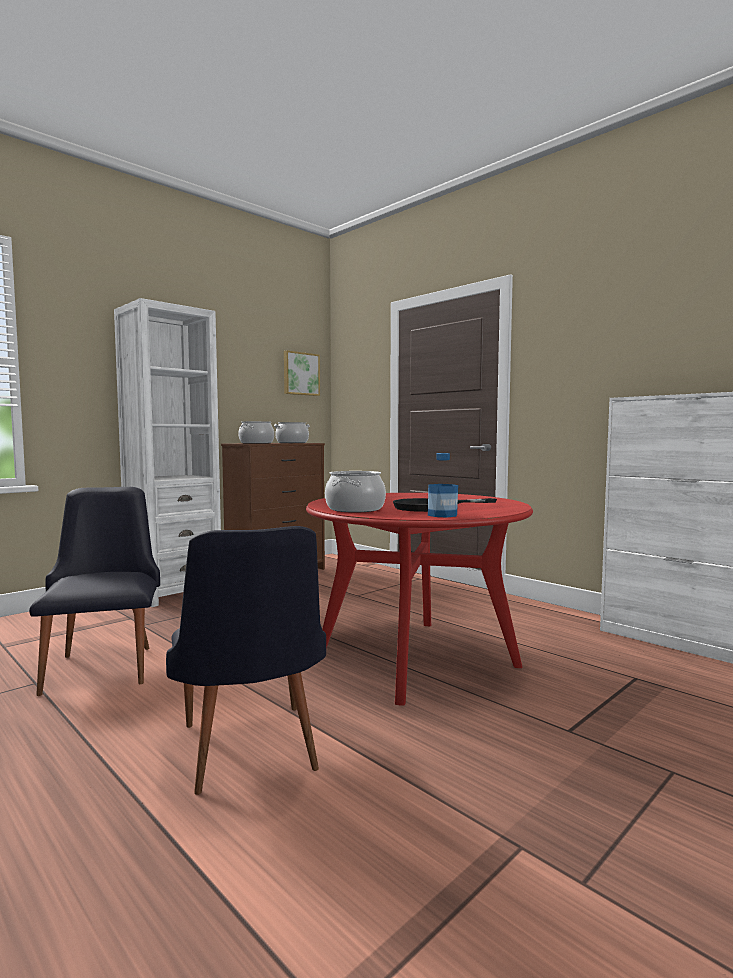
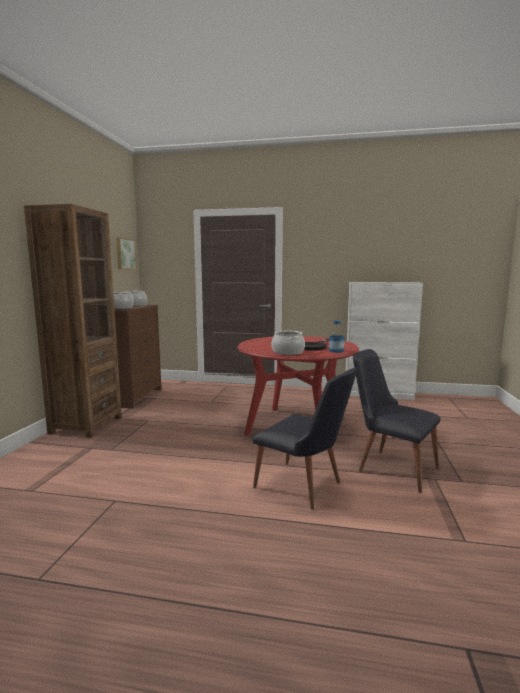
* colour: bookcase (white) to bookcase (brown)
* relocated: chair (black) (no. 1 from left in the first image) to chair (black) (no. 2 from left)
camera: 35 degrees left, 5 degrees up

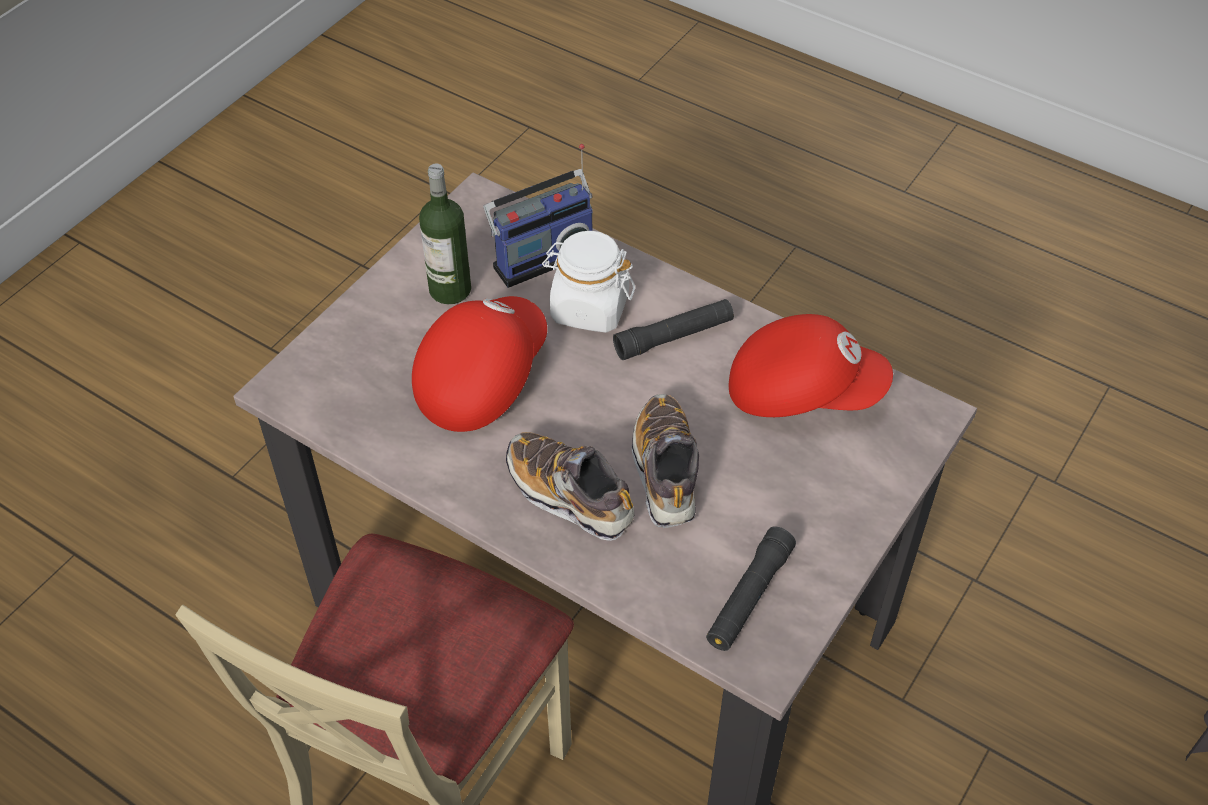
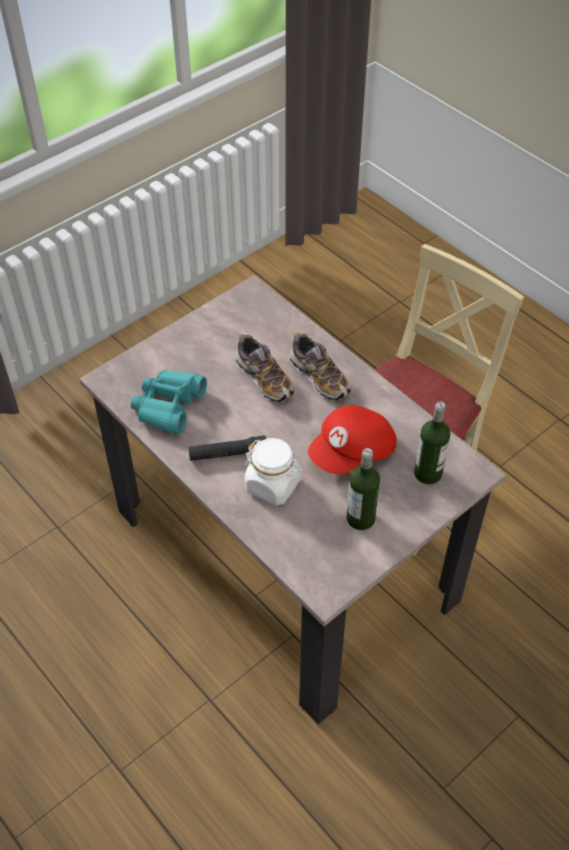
* exchanged: cap (red) (no. 2 from left) to binoculars (turquoise)
* spun: shoe (no. 2 from left in the first image) 45 degrees counterclockwise
* appeared: bottle (no. 2 from left)
* missing: radio
* missing: flashlight (black) (no. 2 from left)
camera: 165 degrees left, 0 degrees up

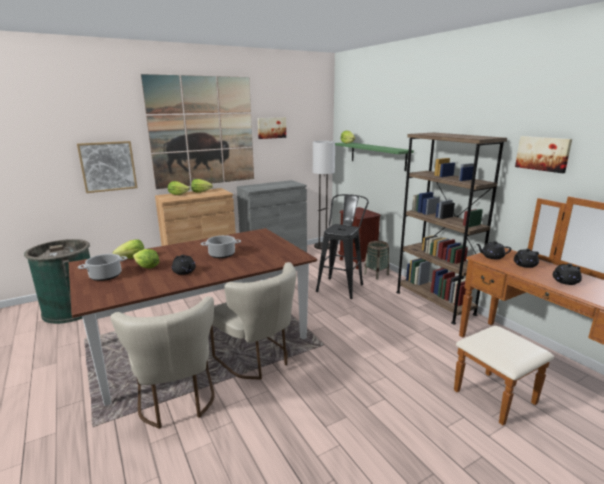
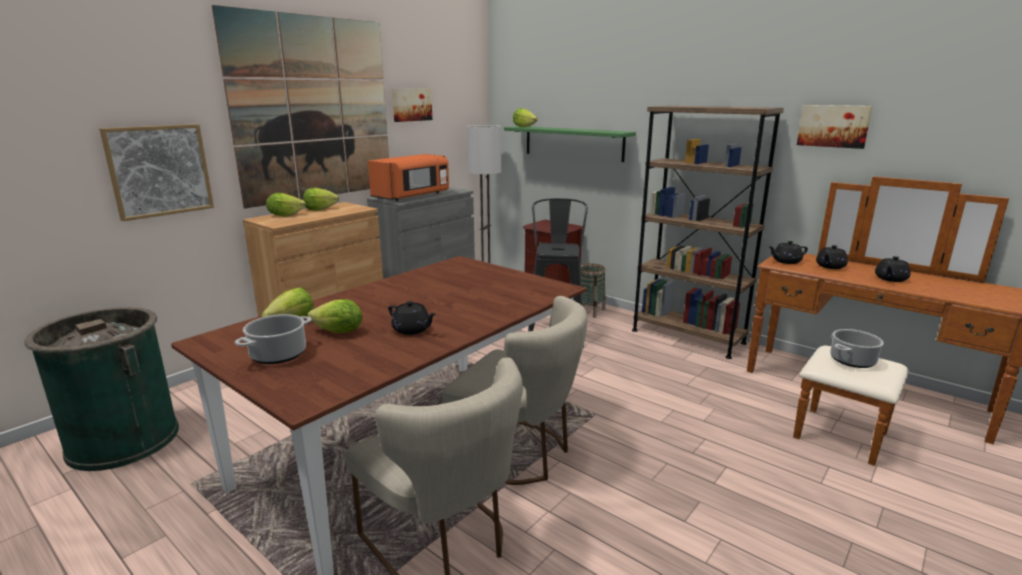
* appeared: microwave (orange)
* relocated: cooking pot (no. 2 from left)
camera: 20 degrees left, 0 degrees up

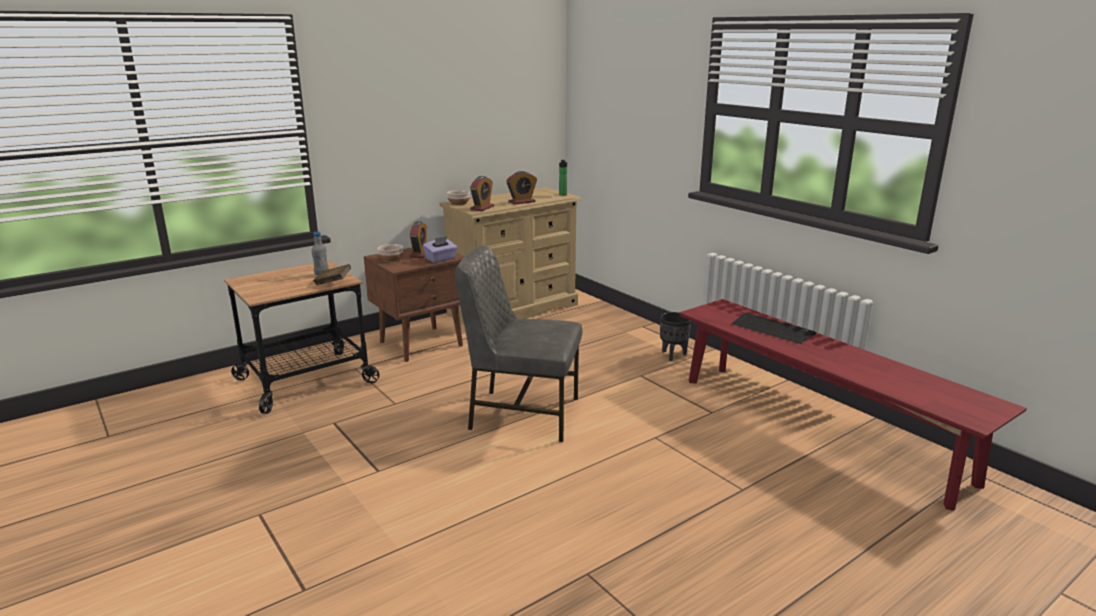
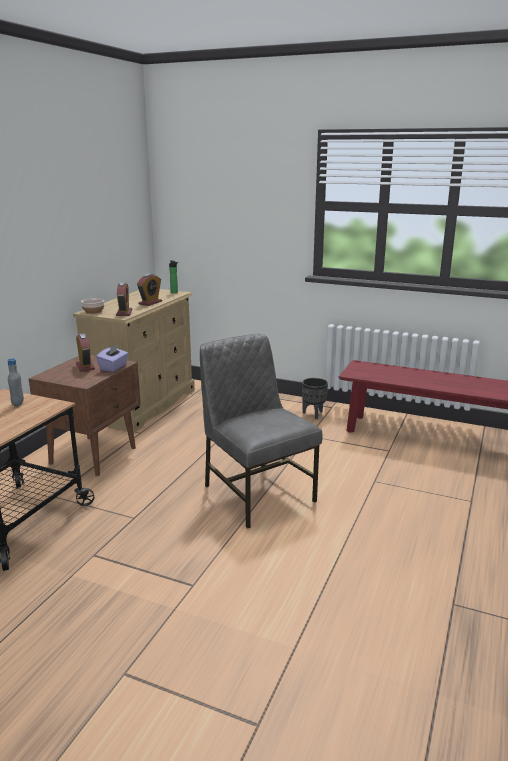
* spun: chair (grey) 75 degrees clockwise
* missing: book (brown)
* missing: bowl (no. 1 from left)
* missing: keyboard
camera: 30 degrees left, 0 degrees up

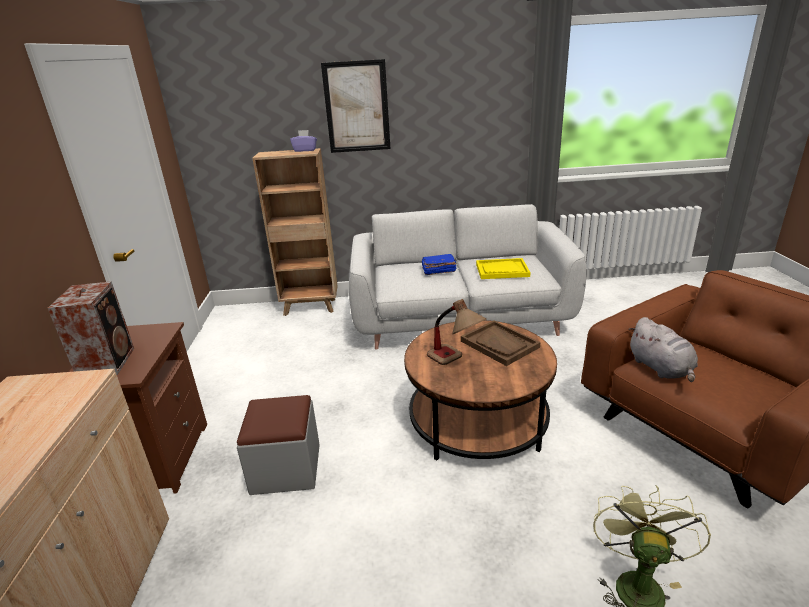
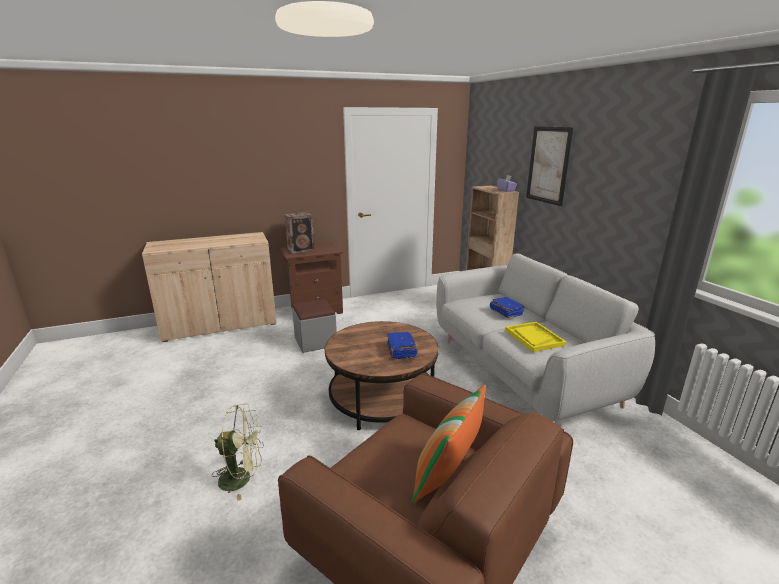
* exchanged: tray (brown) to book (blue) (no. 1 from left)
* appeared: pillow
* missing: table lamp
* missing: plush toy (grey)
camera: 70 degrees right, 5 degrees down

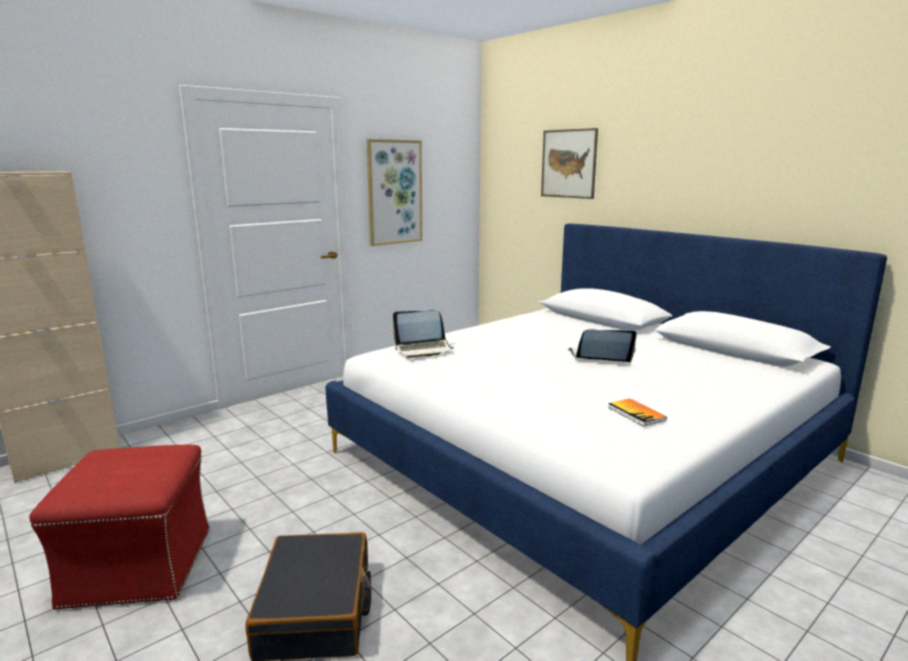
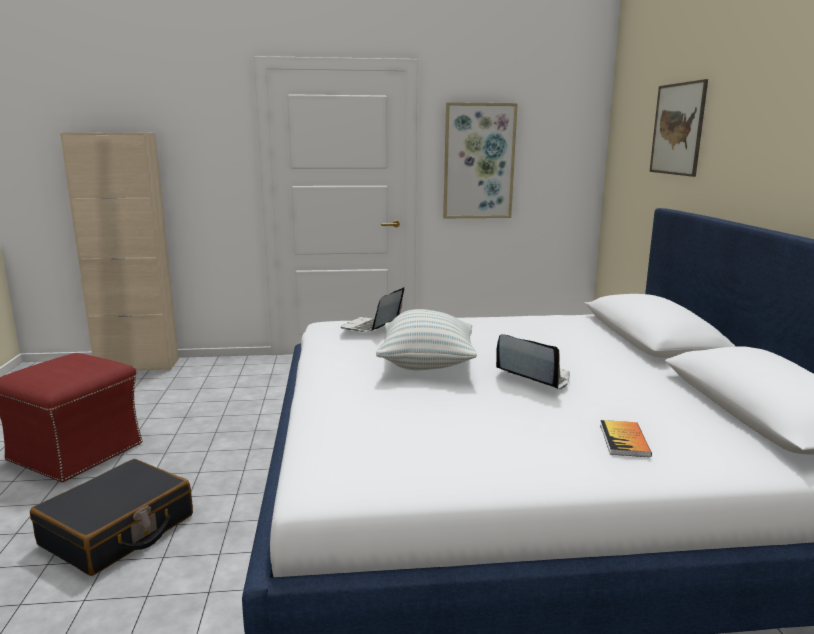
* spun: laptop (no. 1 from left) 90 degrees clockwise
* appeared: pillow
* relocated: book
camera: 35 degrees right, 0 degrees up

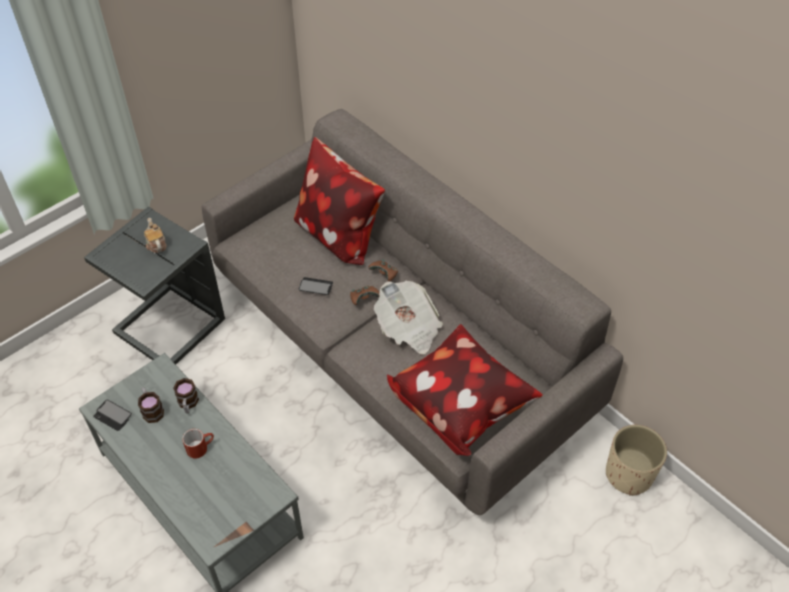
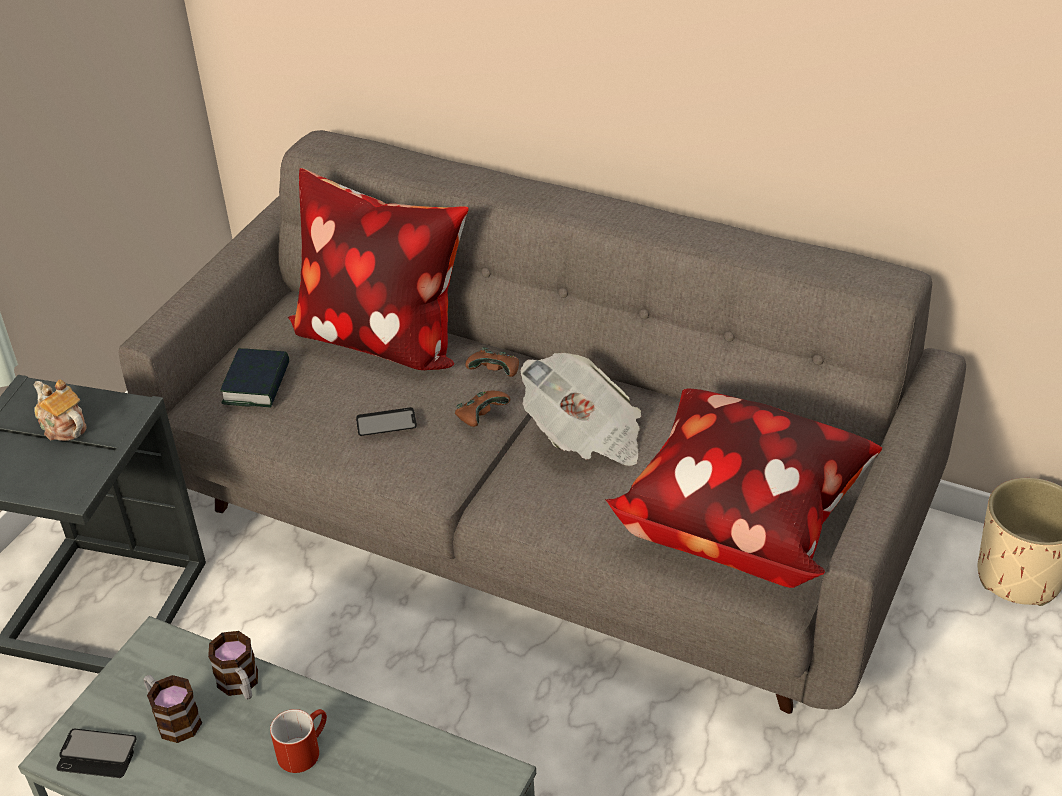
* appeared: book
camera: 20 degrees left, 10 degrees down

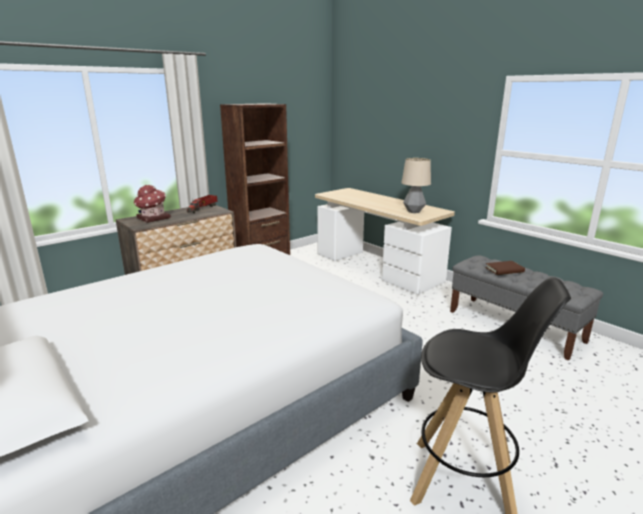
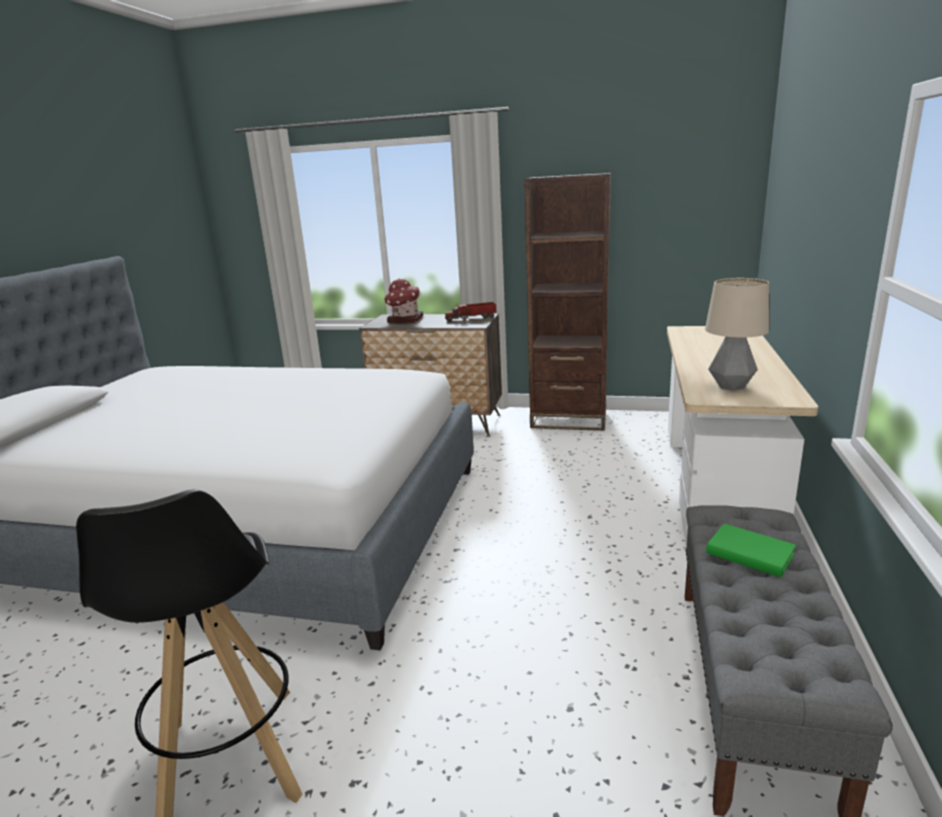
* colour: book (brown) to book (green)
camera: 55 degrees right, 0 degrees up

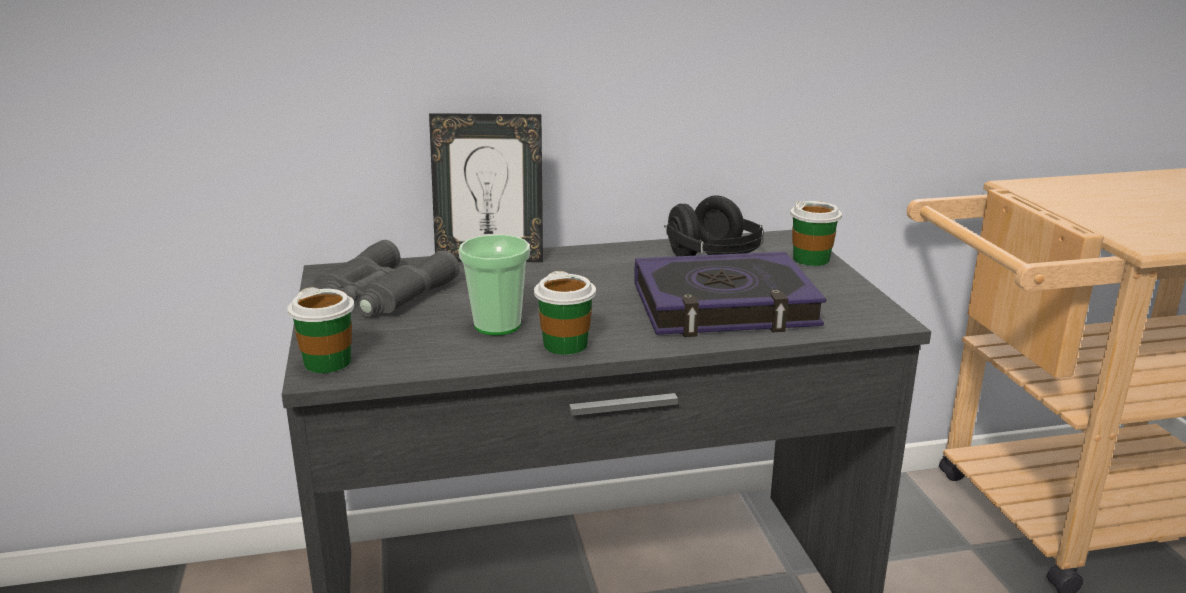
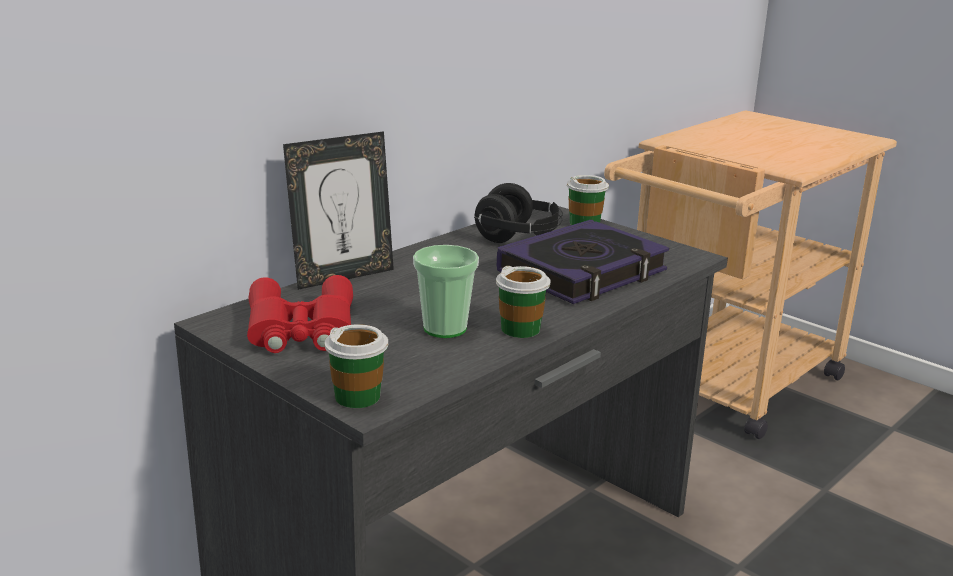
* colour: binoculars (grey) to binoculars (red)
camera: 35 degrees left, 0 degrees up

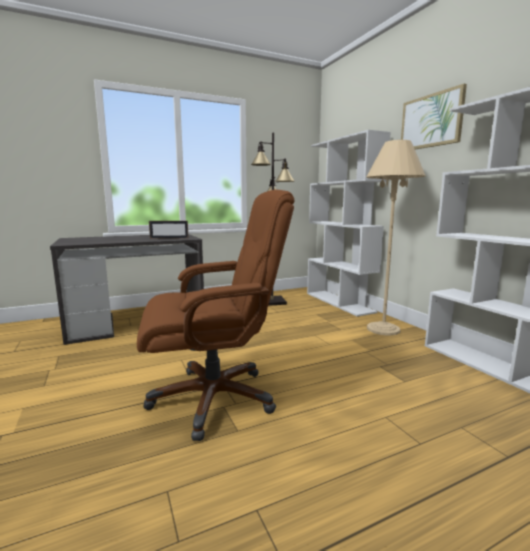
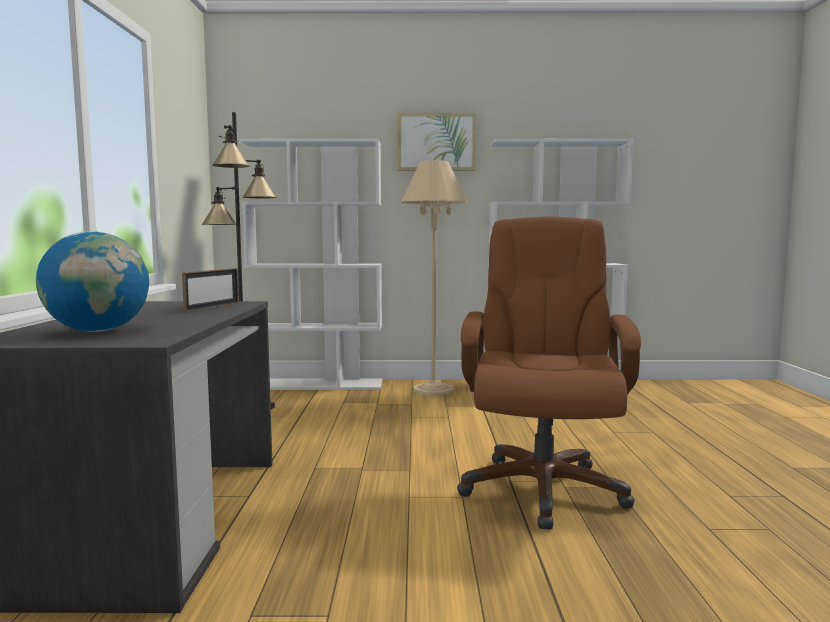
* appeared: globe
camera: 65 degrees left, 5 degrees down

